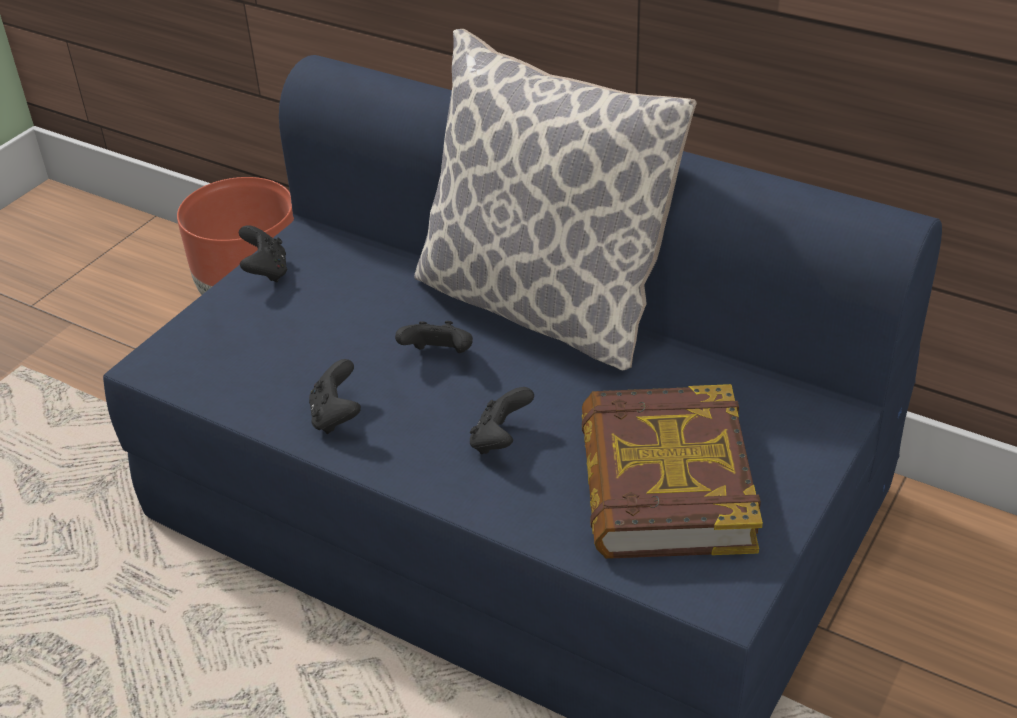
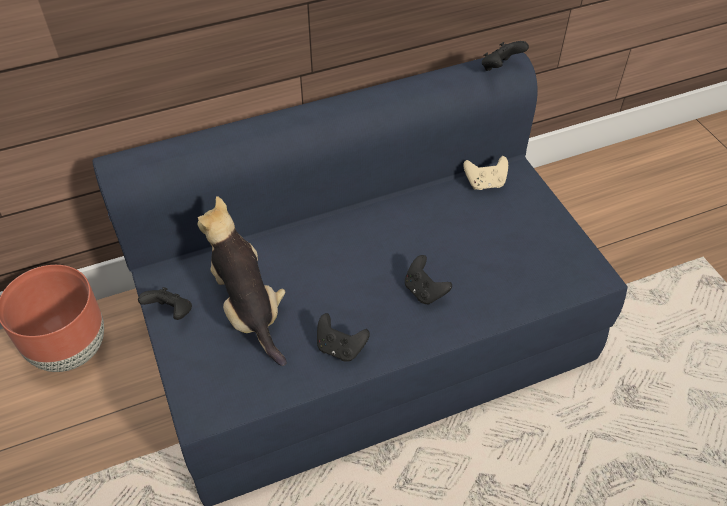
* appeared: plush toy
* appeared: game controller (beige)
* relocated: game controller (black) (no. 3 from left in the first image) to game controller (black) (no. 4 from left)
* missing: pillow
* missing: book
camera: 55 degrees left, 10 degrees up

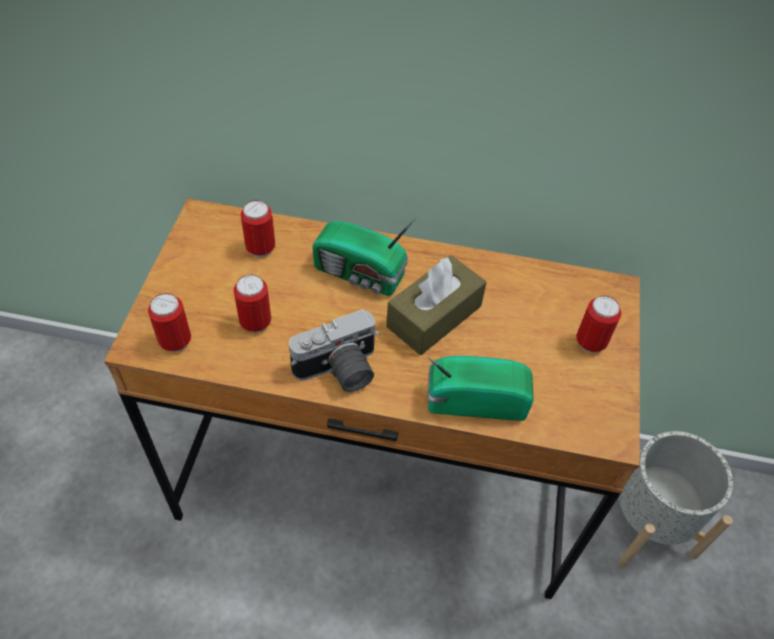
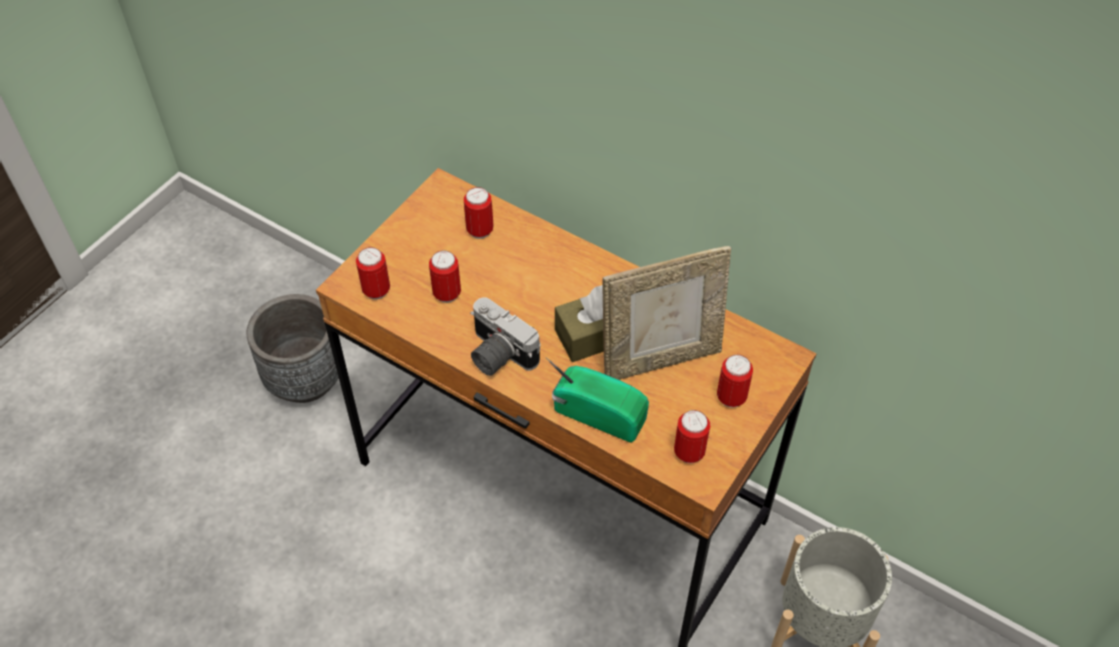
* appeared: planter (grey) (no. 1 from left)
* spun: photo camera 45 degrees clockwise
* appeared: picture frame
* appeared: can (no. 4 from left)
* missing: radio (no. 1 from left)
camera: 25 degrees right, 0 degrees up

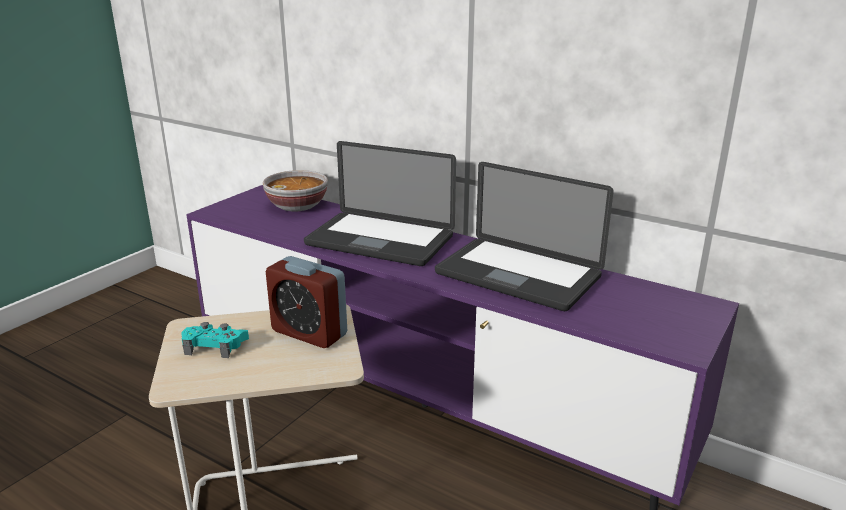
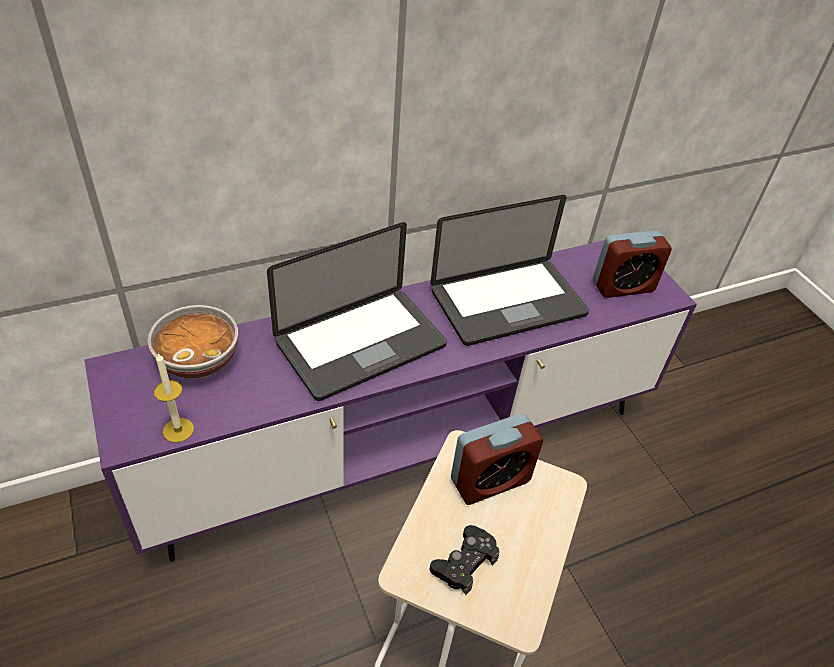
* appeared: candle
* colour: game controller (turquoise) to game controller (black)
* appeared: alarm clock (no. 2 from left)
camera: 60 degrees left, 20 degrees up

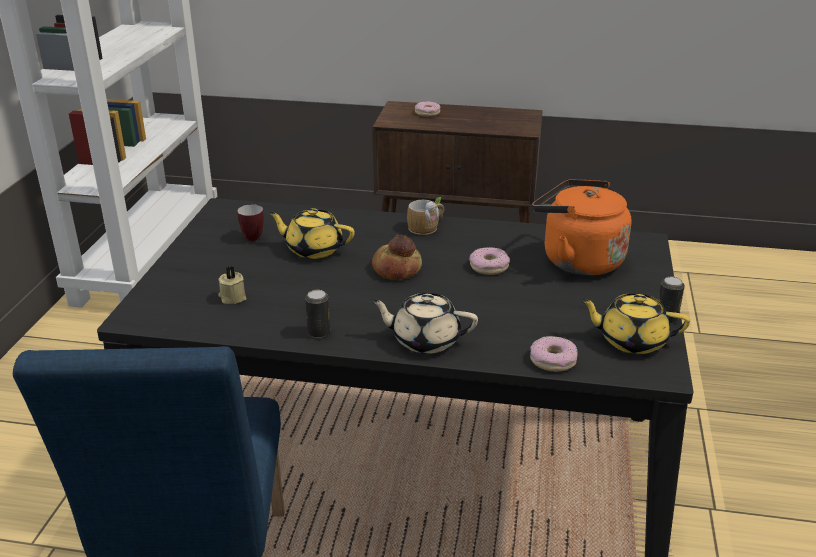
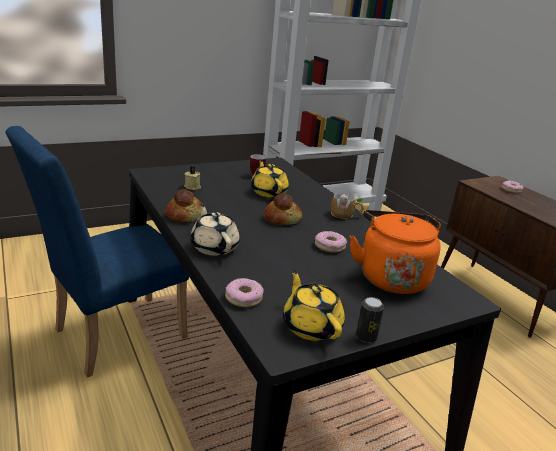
* exchanged: can (no. 1 from left) to bread (no. 1 from left)
camera: 50 degrees right, 5 degrees down

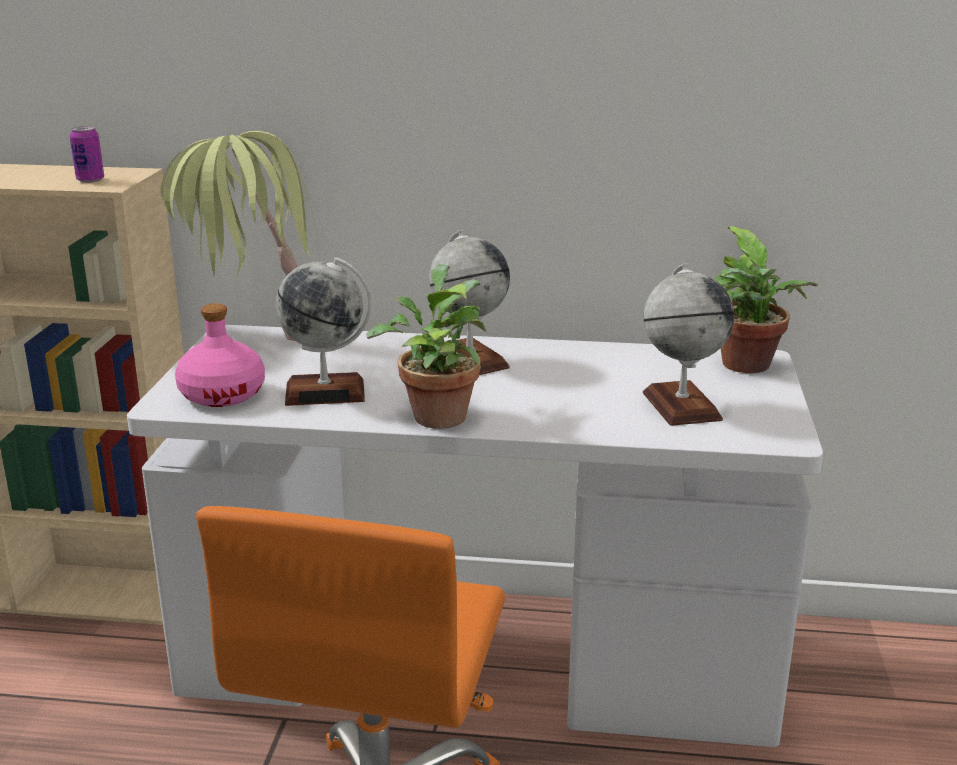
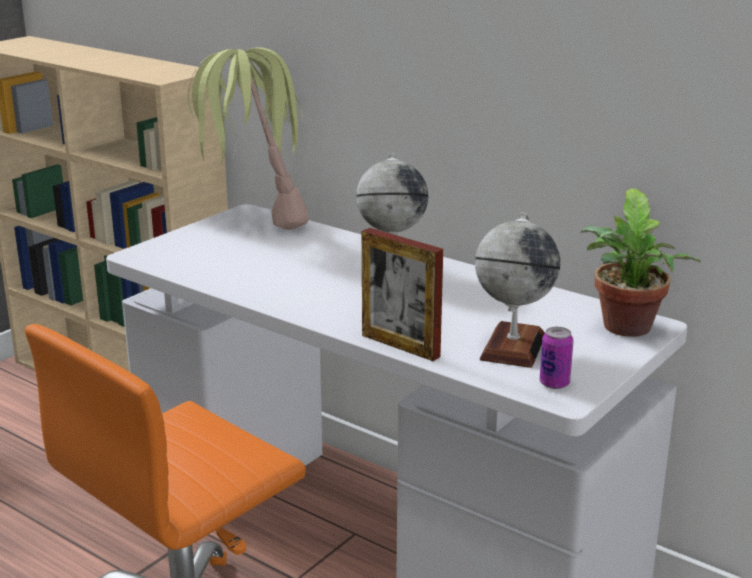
* appeared: picture frame
* relocated: can
* missing: bottle (pink)
* missing: globe (no. 1 from left)
* missing: potted plant (no. 2 from left)
camera: 30 degrees right, 0 degrees up

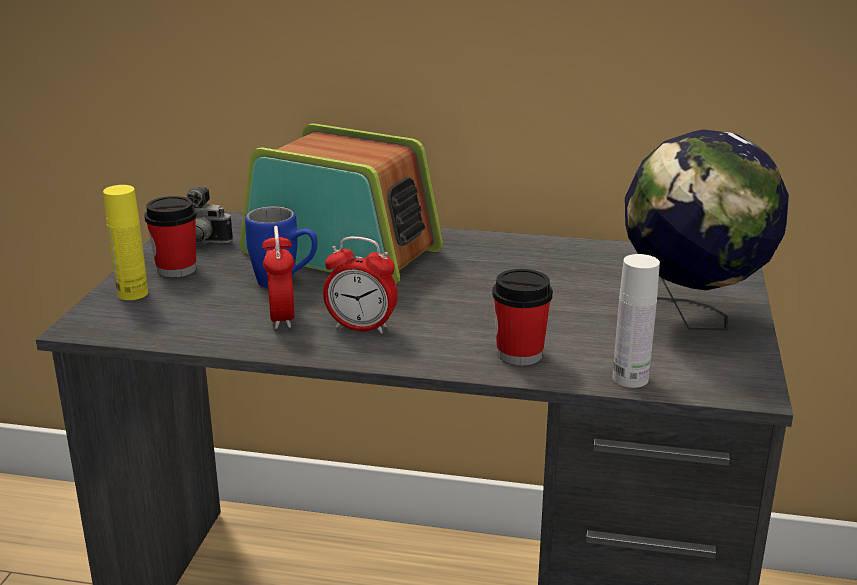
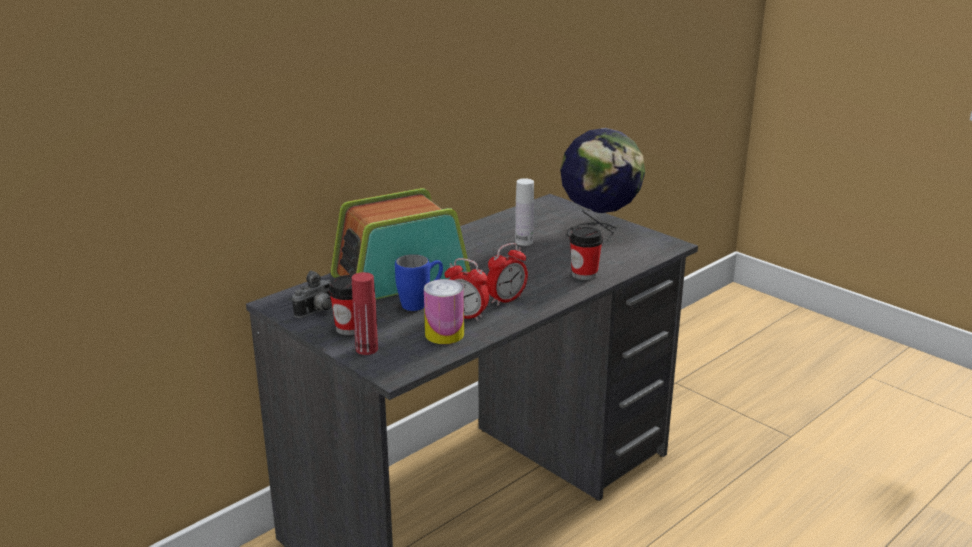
* colour: bottle (yellow) to bottle (red)
* appeared: can
* relocated: bottle (white)
camera: 55 degrees left, 0 degrees up

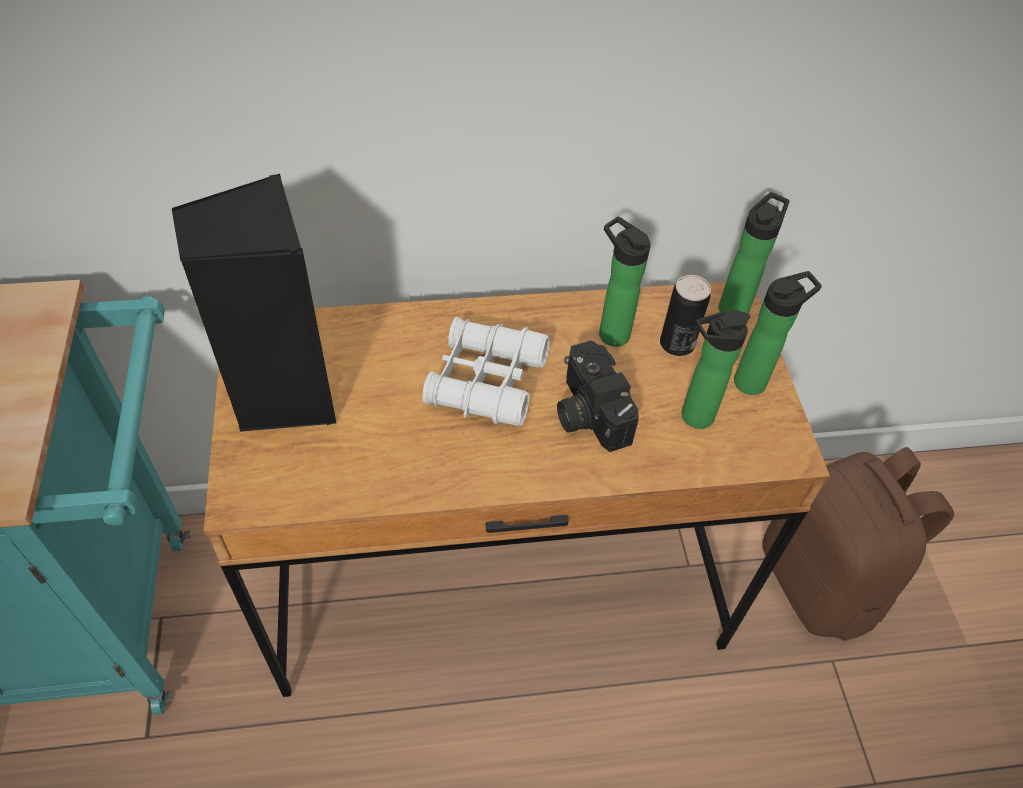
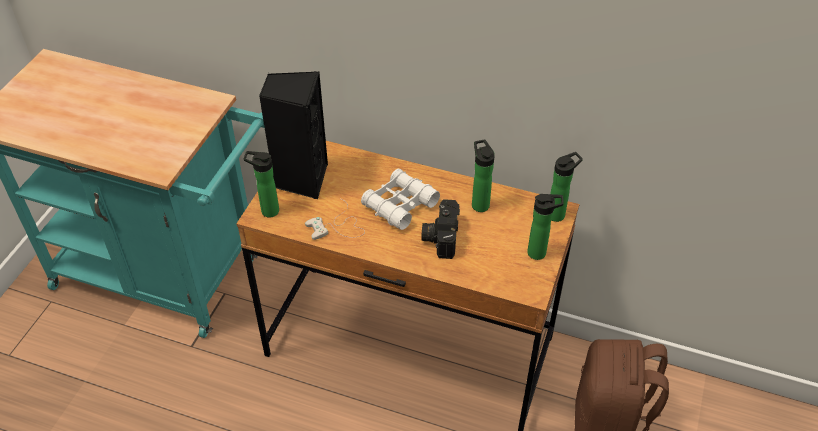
* relocated: bottle (no. 2 from left in the first image) to bottle (no. 1 from left)
* appeared: game controller (white)
* missing: can
camera: 30 degrees right, 5 degrees down

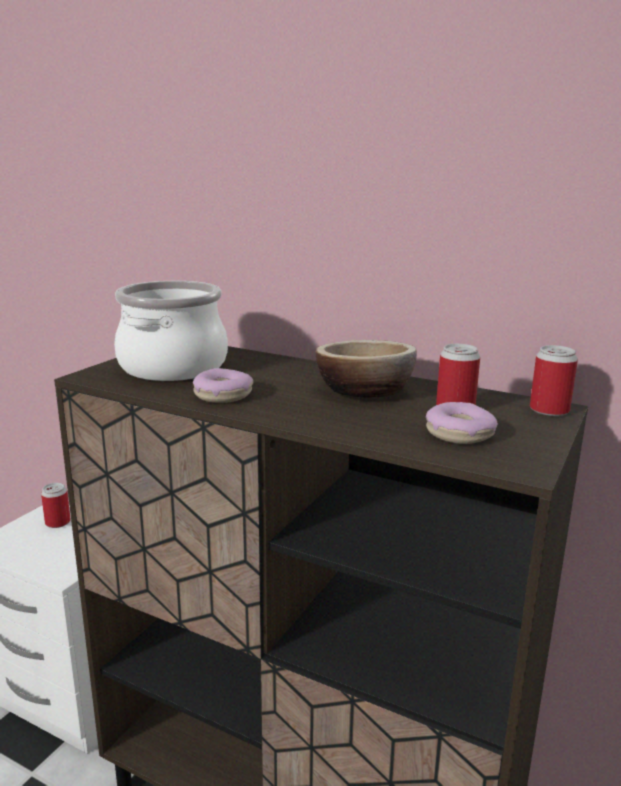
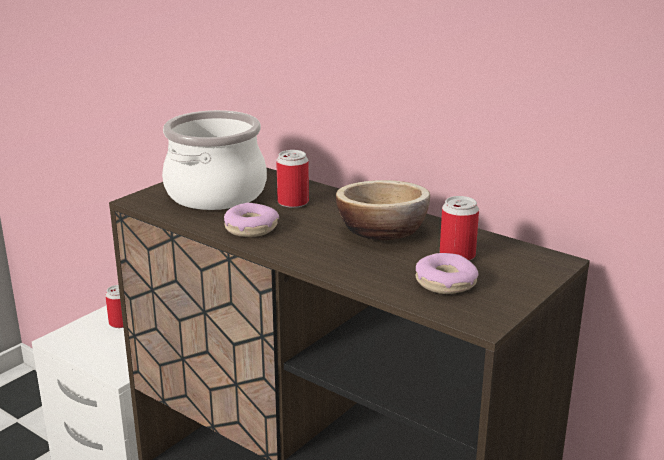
* relocated: can (no. 3 from left in the first image) to can (no. 2 from left)
camera: 10 degrees right, 5 degrees up

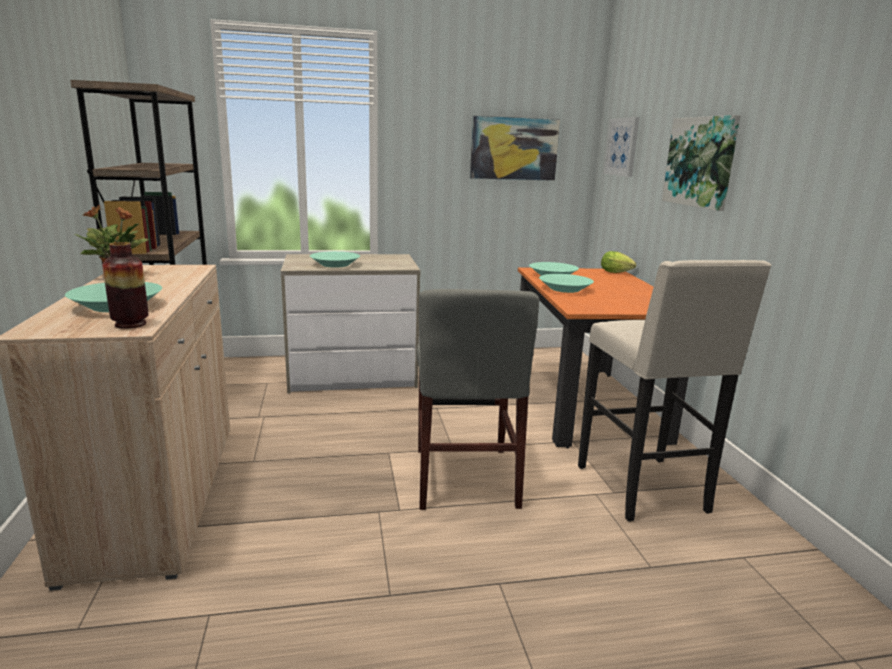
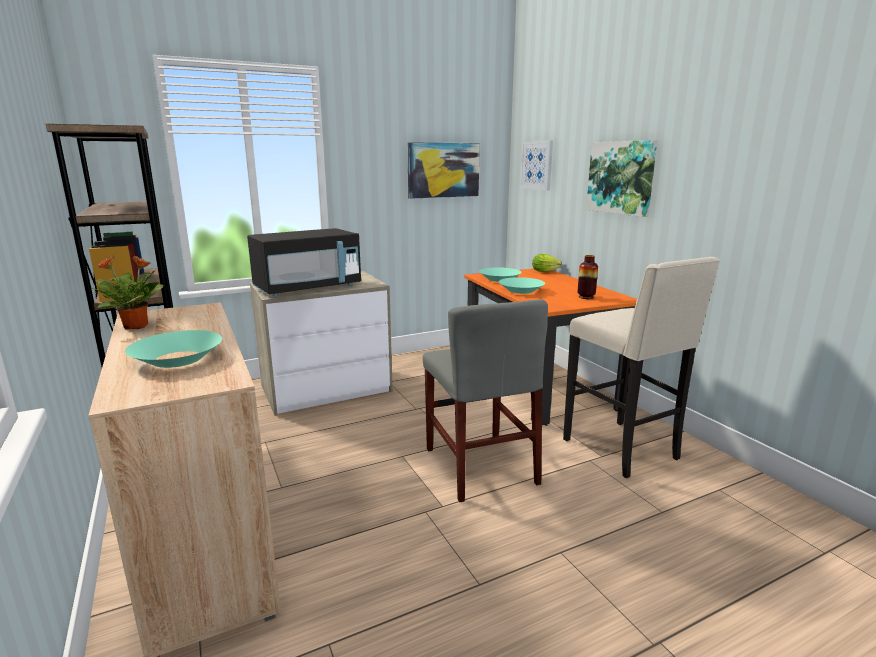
* exchanged: bowl (turquoise) (no. 2 from left) to microwave (black)
* relocated: vase
camera: 15 degrees left, 0 degrees up

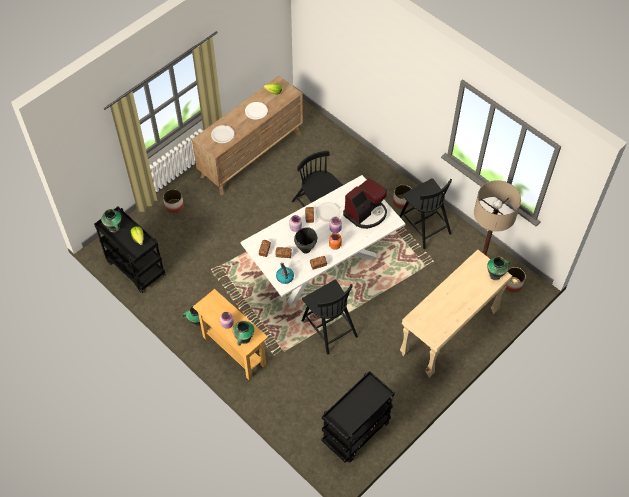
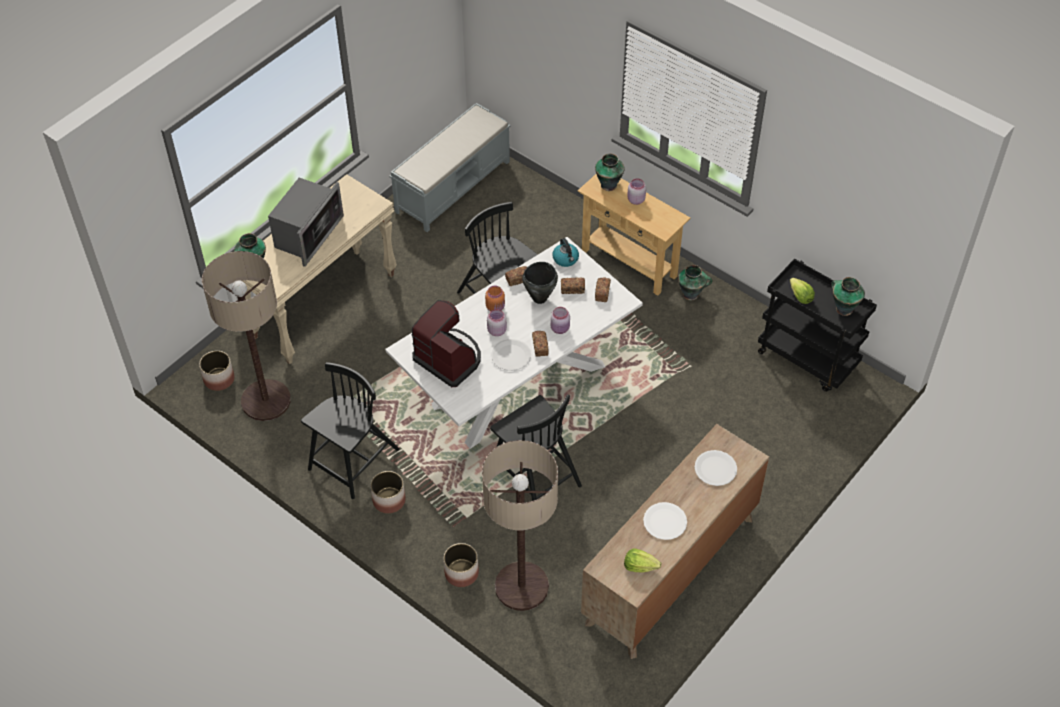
* appeared: microwave
* spun: chair (black) (no. 3 from left in the first image) 75 degrees clockwise
* exchanged: cart (black) (no. 2 from left) to bench (grey)
* spun: coffee machine 90 degrees clockwise
* relocated: planter (no. 1 from left in the first image) to planter (no. 3 from left)
* appeared: floor lamp (no. 2 from left)
camera: 175 degrees right, 5 degrees down

